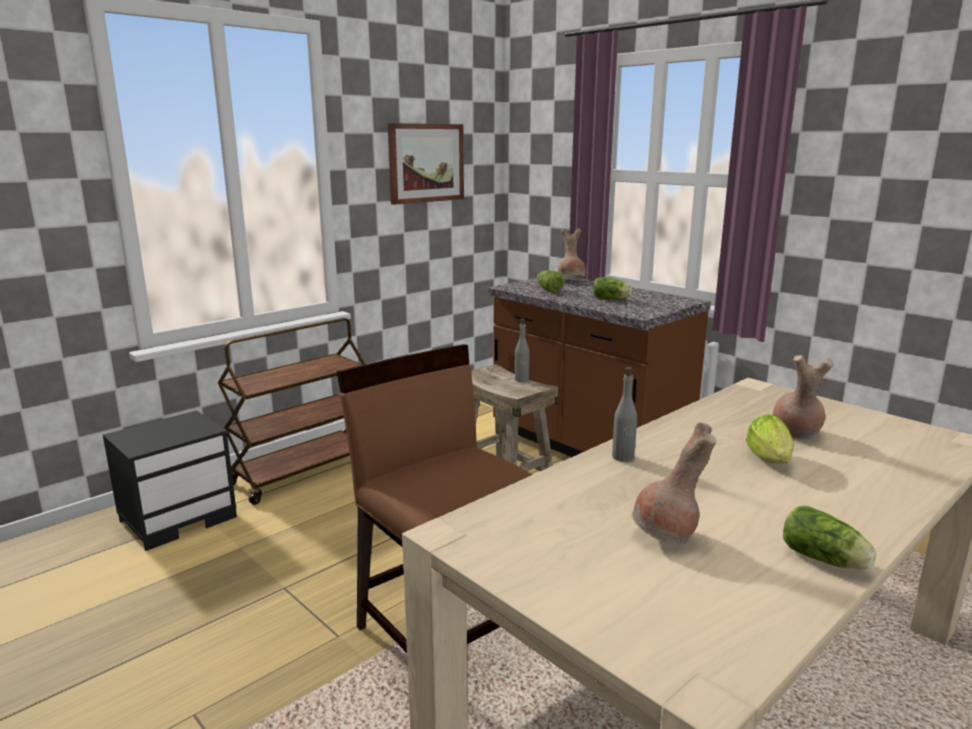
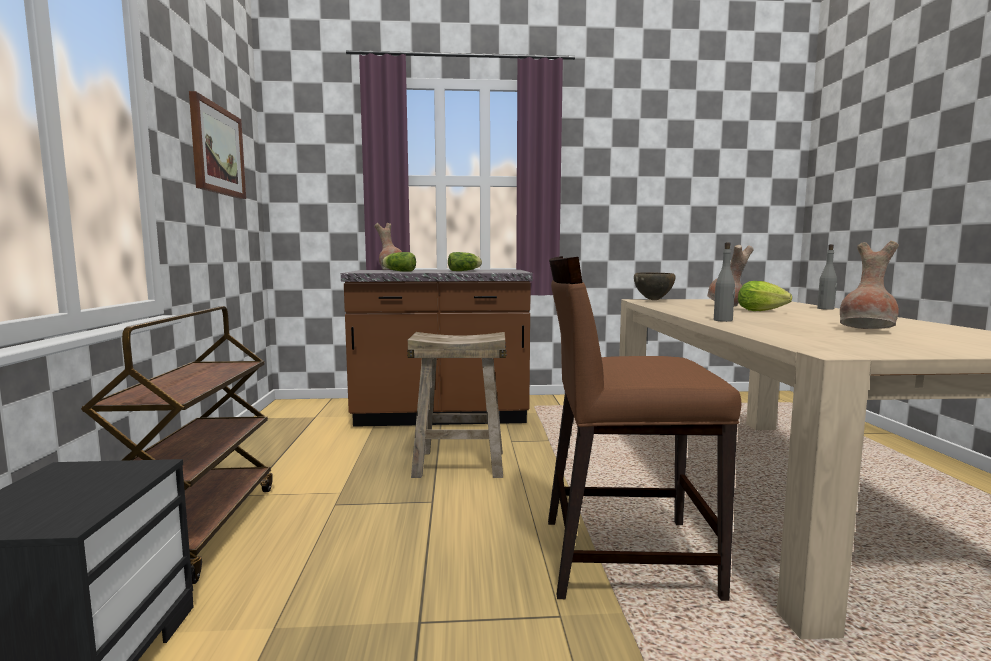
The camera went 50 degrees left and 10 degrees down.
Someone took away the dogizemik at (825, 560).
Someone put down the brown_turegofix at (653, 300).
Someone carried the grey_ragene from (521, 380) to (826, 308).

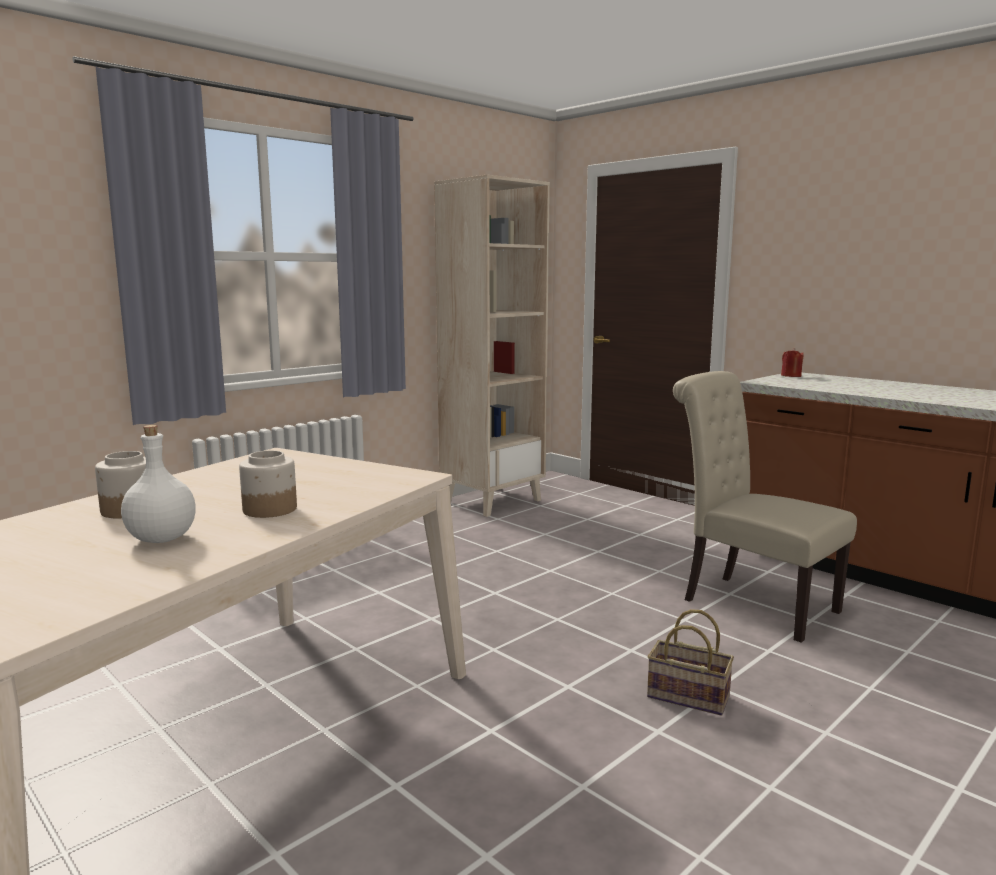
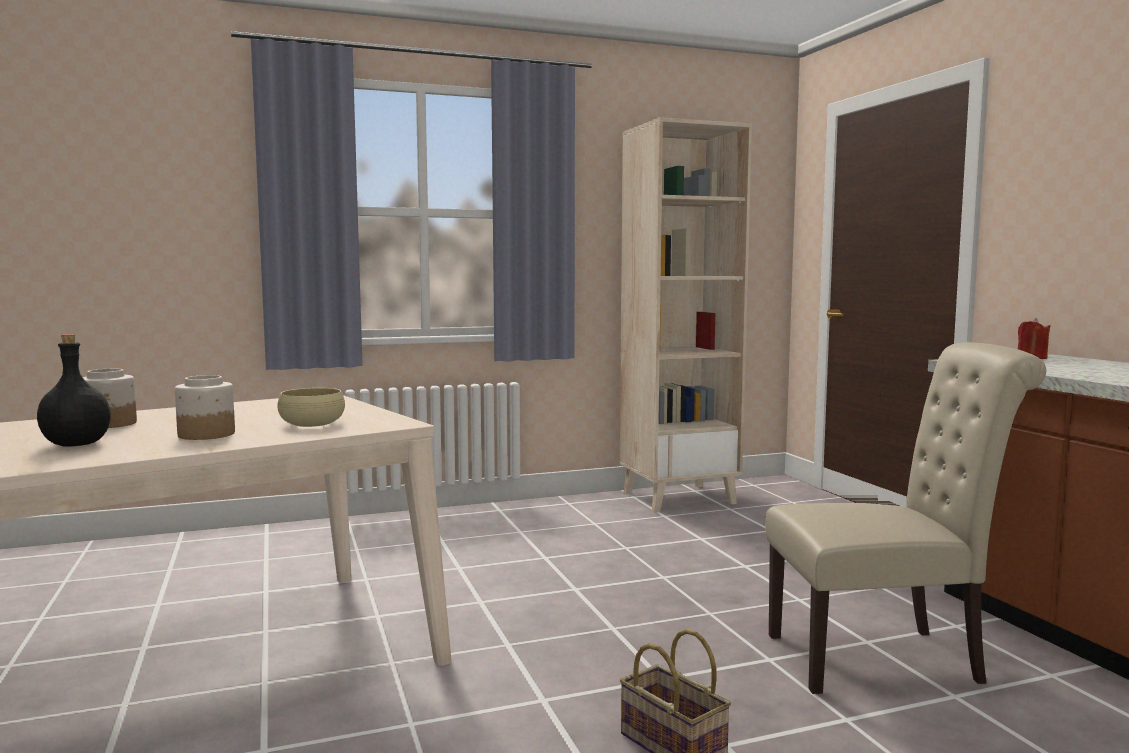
The camera went 25 degrees right and 5 degrees down.
Someone put down the beige_turegofix at (312, 423).
Someone repainted the white_ragene at (161, 538), which became the black_ragene at (76, 444).
Someone rotated the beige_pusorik at (751, 603) by 105 degrees clockwise.

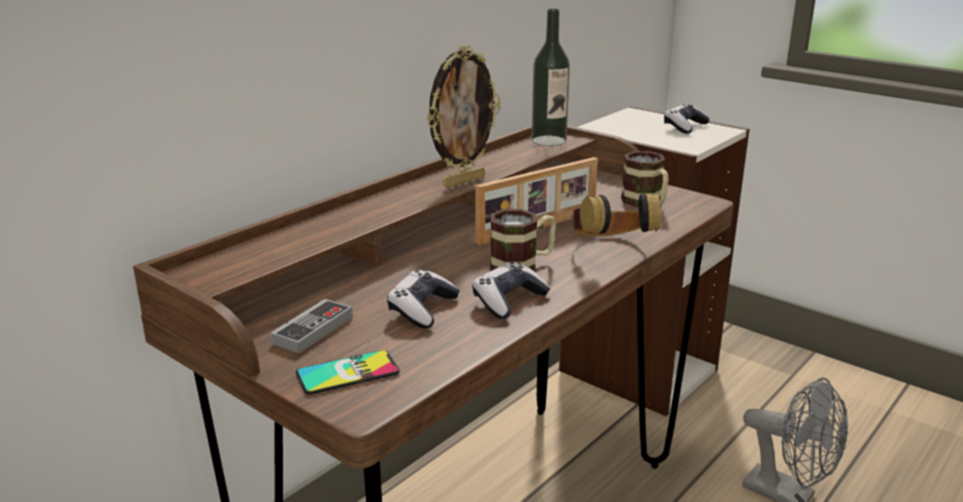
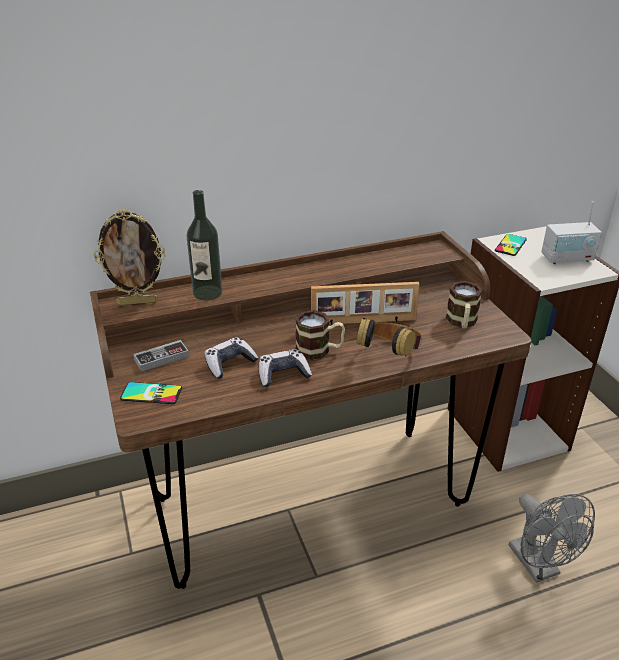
The camera went 30 degrees right and 10 degrees up.
Someone put down the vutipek at (510, 245).
Someone carried the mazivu from (463, 181) to (138, 302).
Someone carried the ragene from (549, 141) to (207, 293).
Someone swapped the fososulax at (684, 127) for the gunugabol at (567, 258).

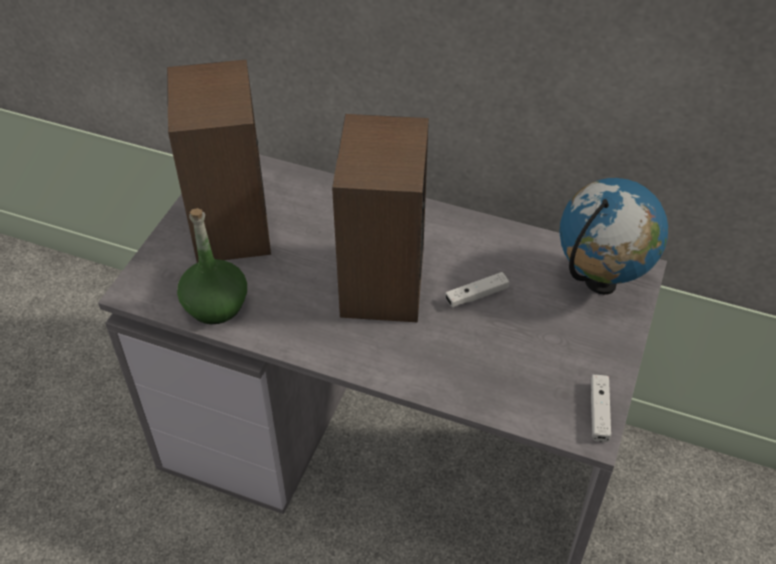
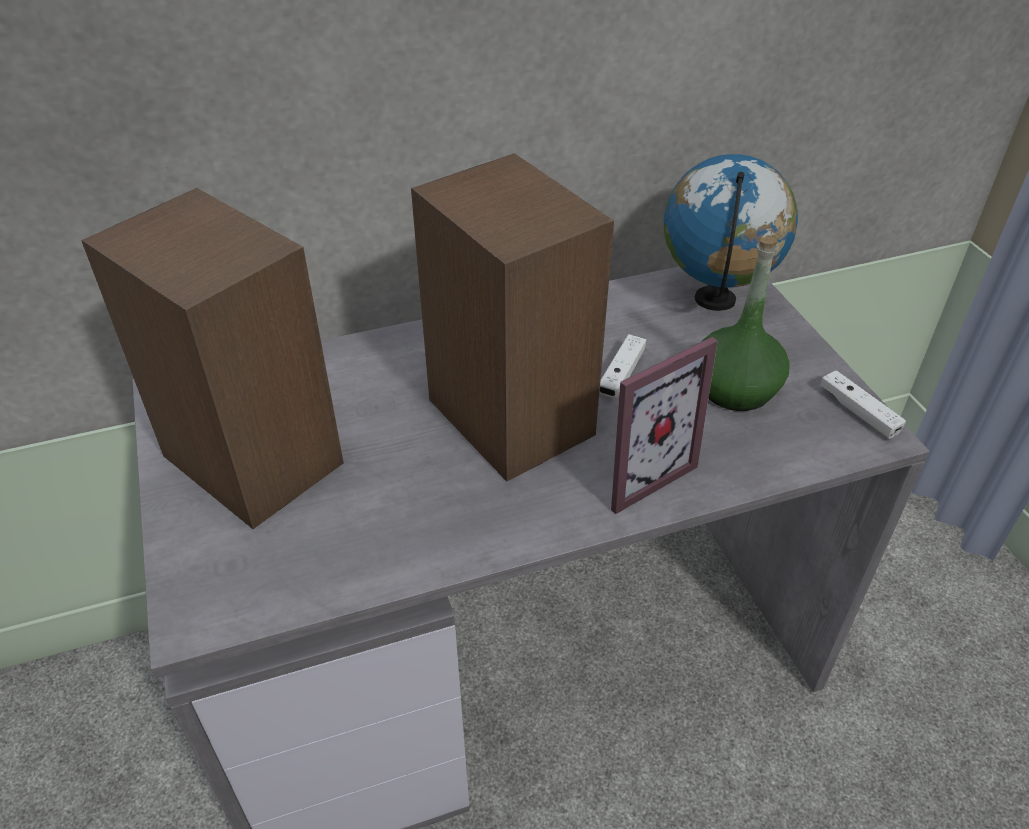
The camera went 40 degrees left and 5 degrees down.
Someone put down the mazivu at (636, 471).
Someone carried the green_ragene from (215, 305) to (735, 388).

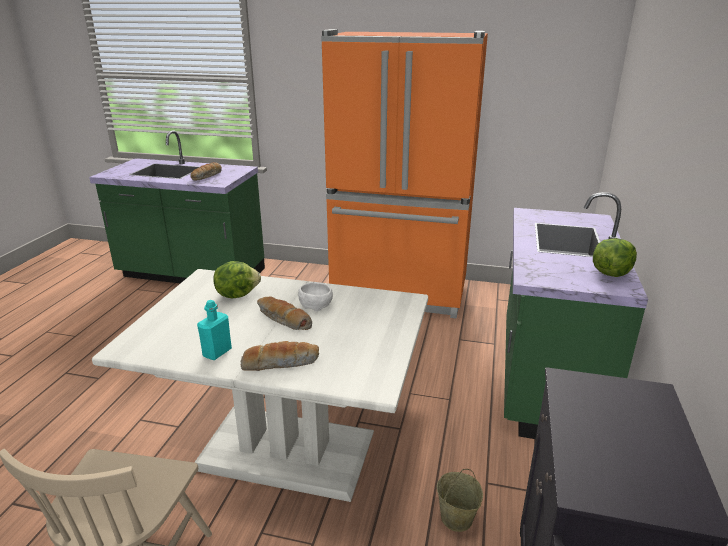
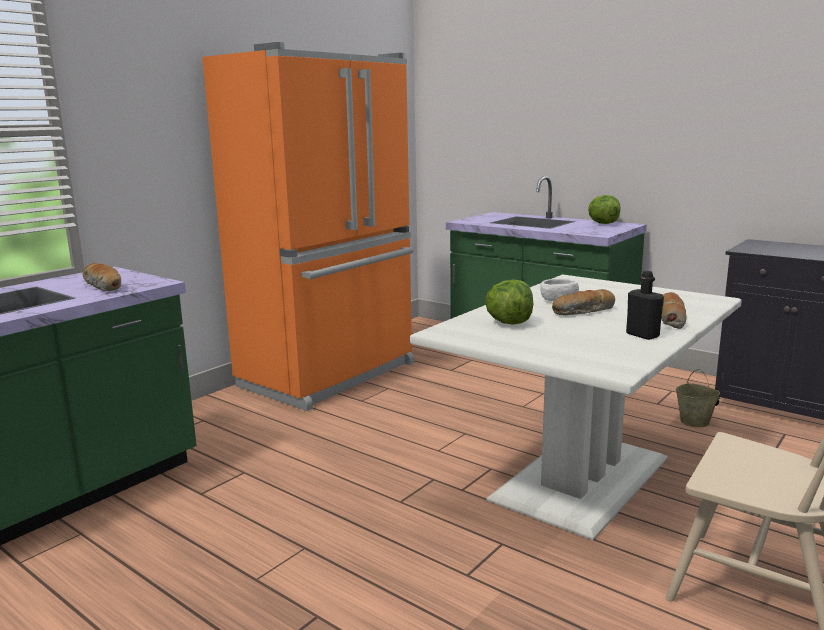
The camera went 65 degrees left and 10 degrees down.
Someone repainted the turquoise_ragene at (217, 352), which became the black_ragene at (642, 335).

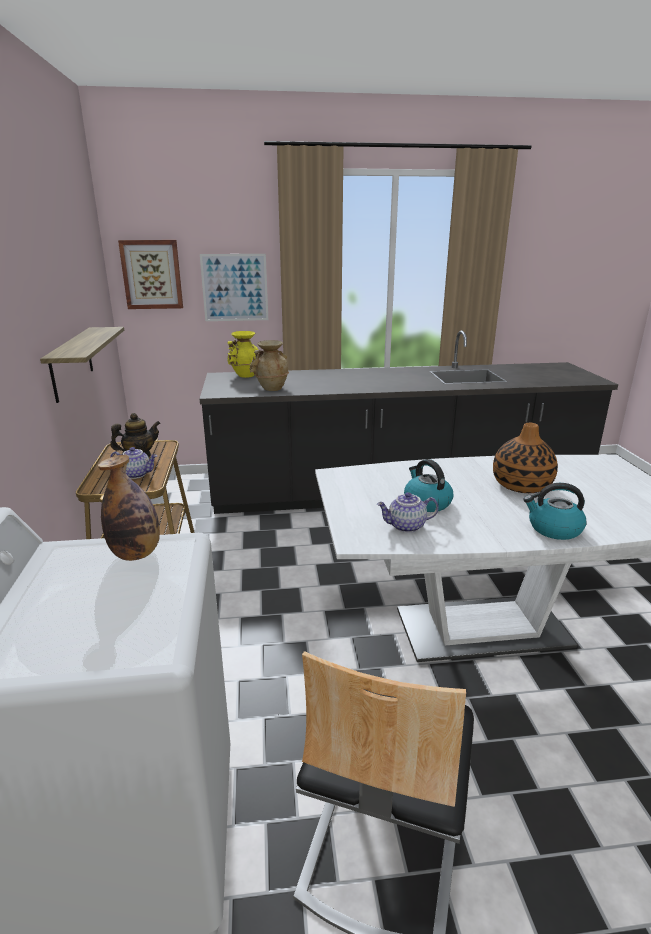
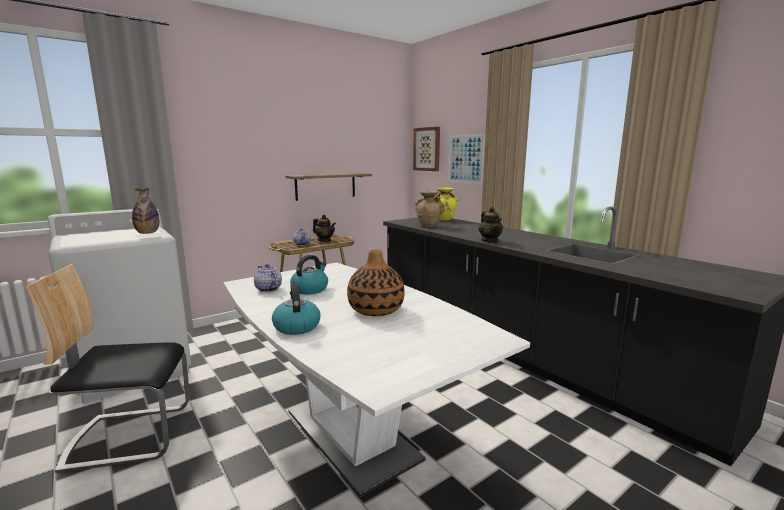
The camera went 60 degrees right and 10 degrees down.
Someone put down the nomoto at (490, 241).

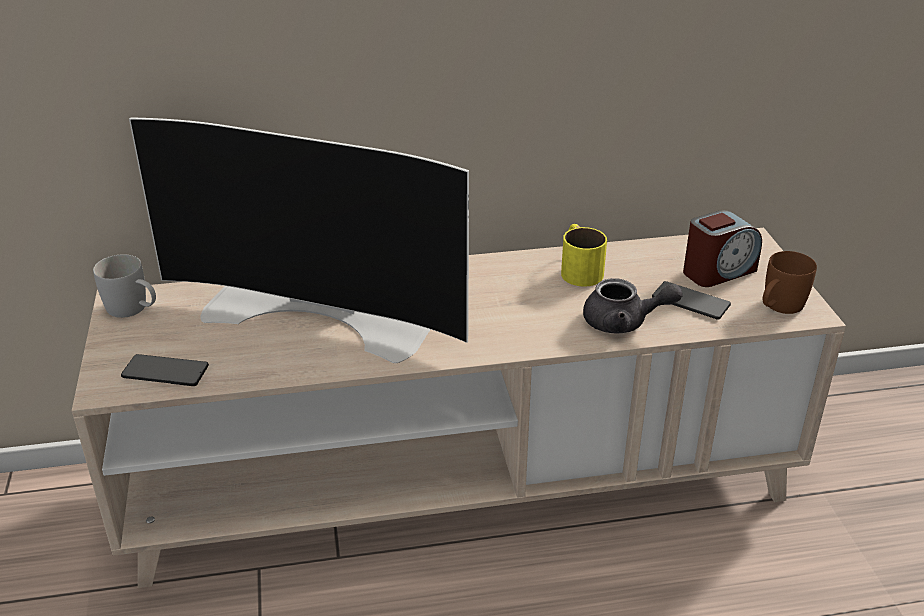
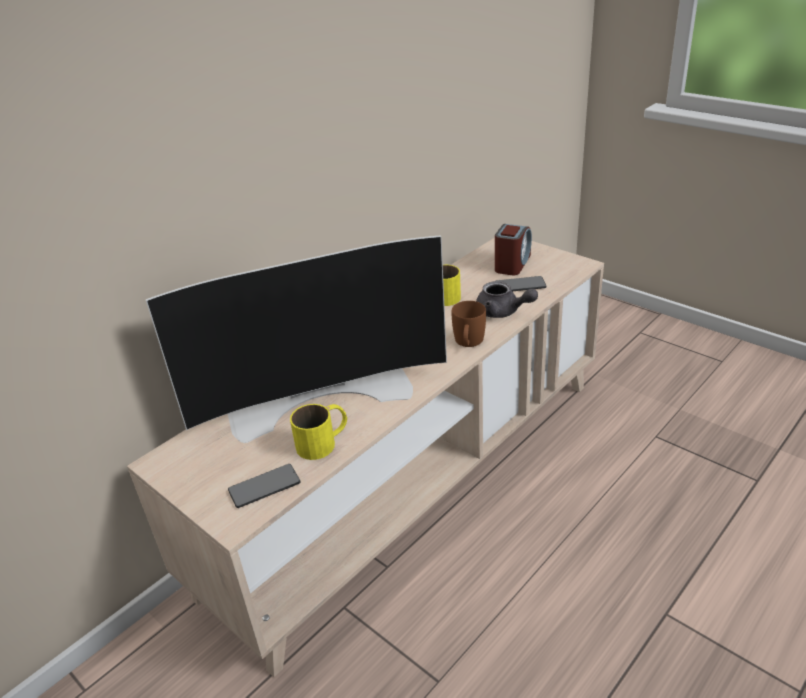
The camera went 35 degrees left and 0 degrees up.
Someone took away the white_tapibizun at (133, 309).
Someone put down the yellow_tapibizun at (324, 441).
Someone carried the brown_tapibizun from (779, 307) to (468, 343).
Someone rotated the grey_nomoto at (624, 322) by 60 degrees clockwise.

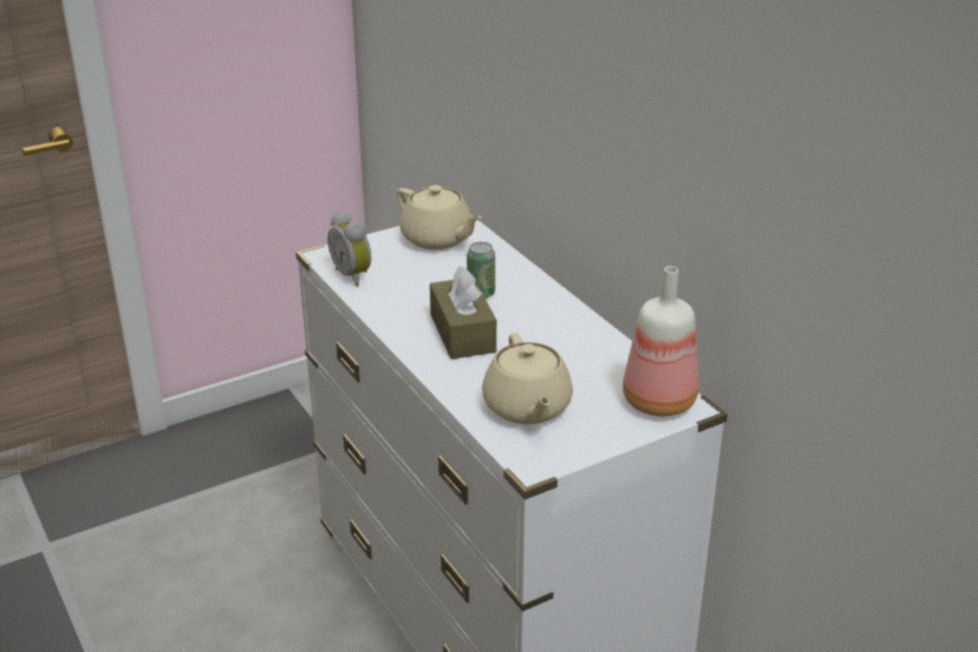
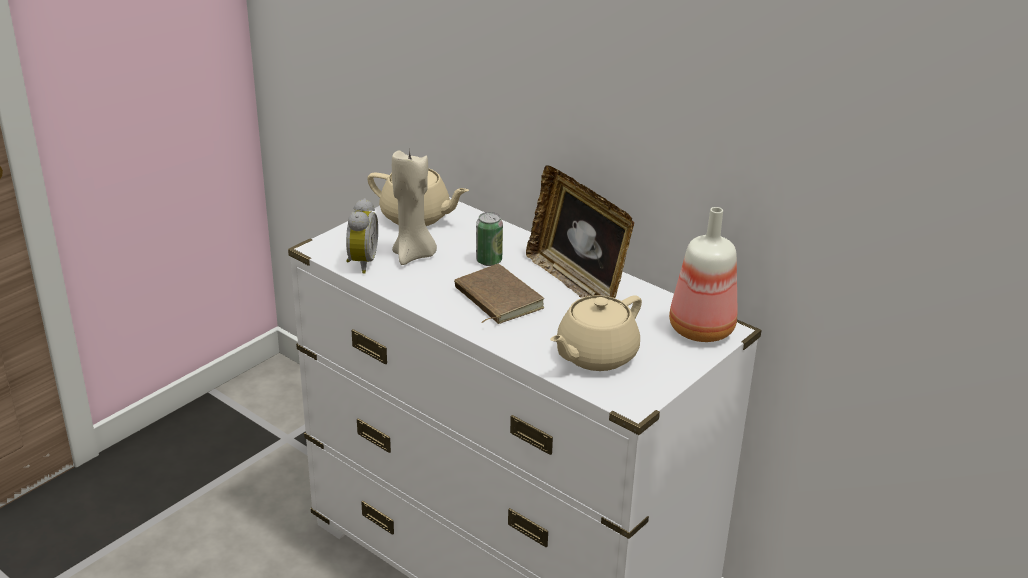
The camera went 20 degrees left and 0 degrees up.
Someone put down the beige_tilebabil at (413, 255).
Someone put down the mazivu at (577, 283).
Someone swapped the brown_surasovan at (462, 333) for the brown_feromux at (496, 299).
Someone rotated the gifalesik at (354, 275) by 120 degrees counterclockwise.
Someone rotated the beige_nomoto at (527, 408) by 75 degrees clockwise.

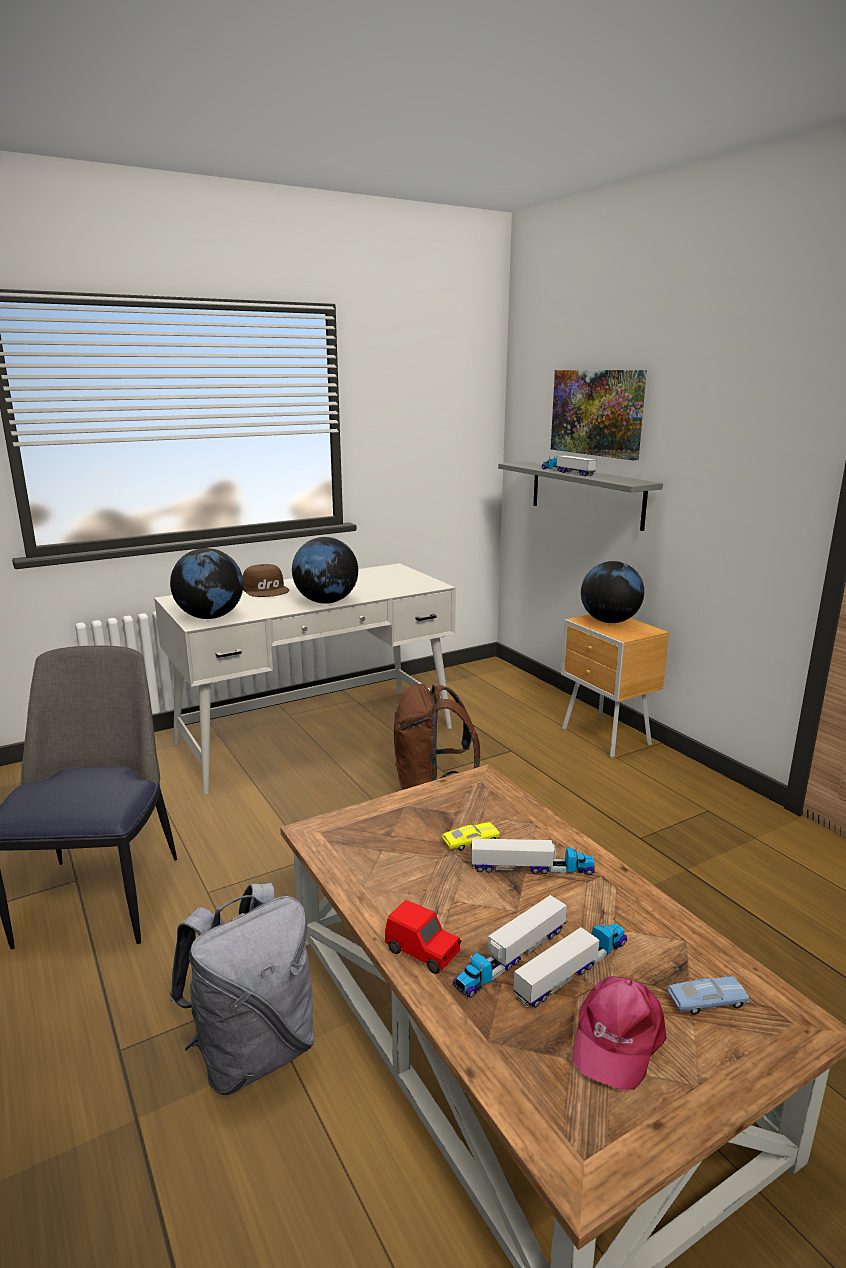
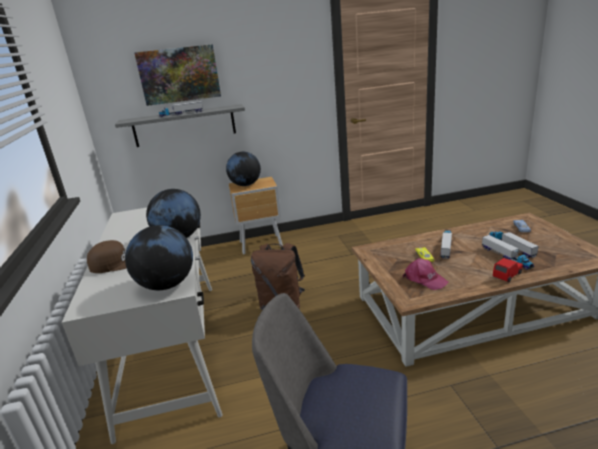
The camera went 70 degrees left and 5 degrees up.
Someone took away the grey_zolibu at (253, 1052).
Someone carried the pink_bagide from (616, 1038) to (424, 279).

